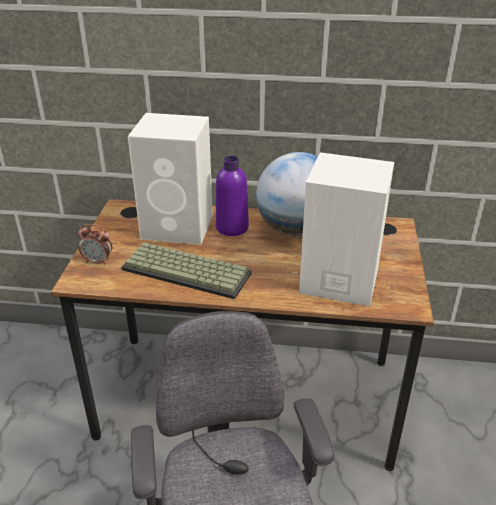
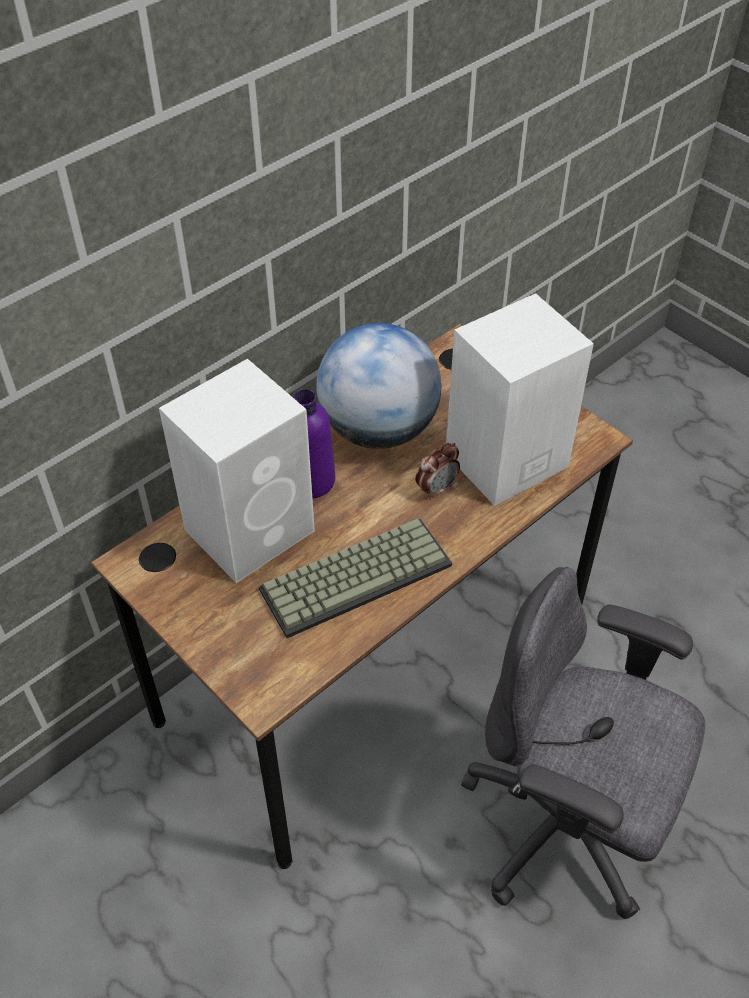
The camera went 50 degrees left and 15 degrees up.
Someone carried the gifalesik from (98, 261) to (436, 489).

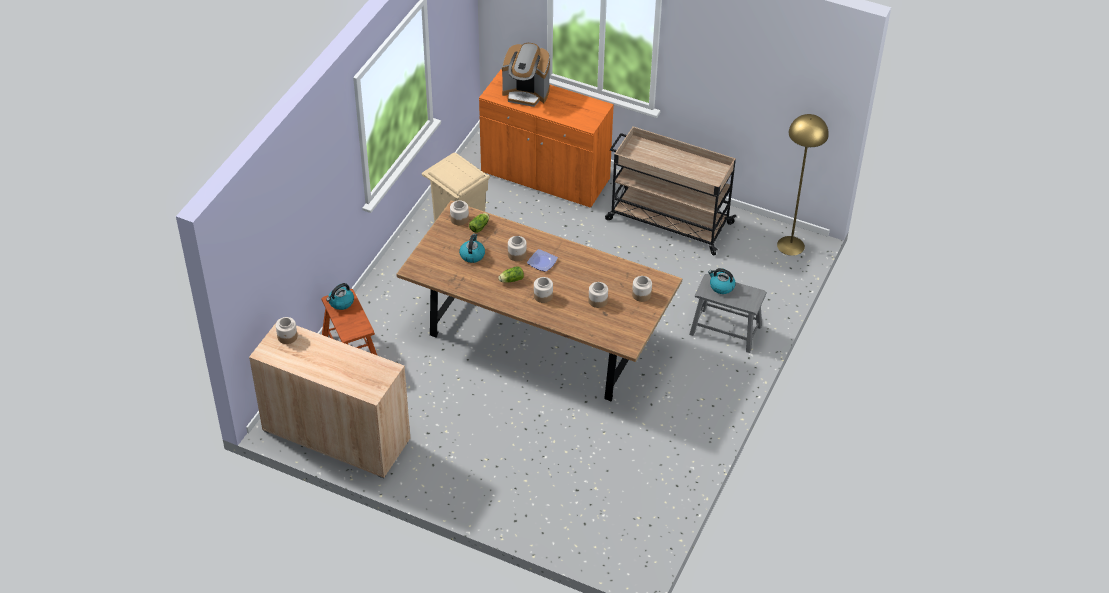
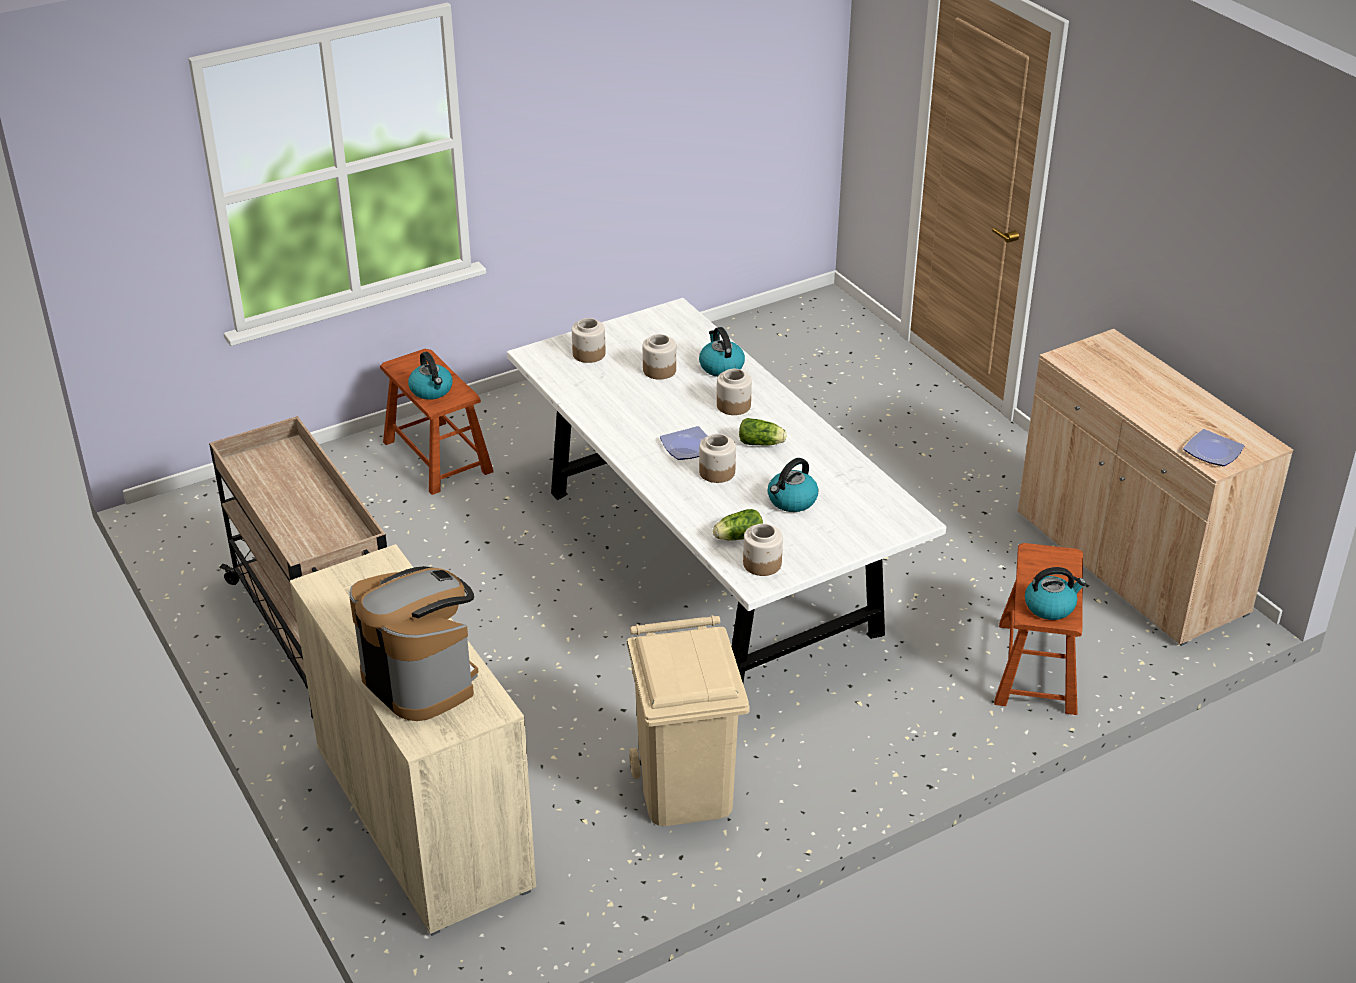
The camera went 145 degrees left and 10 degrees down.
Someone took away the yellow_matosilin at (791, 245).
Someone put down the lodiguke at (721, 367).
Someone swapped the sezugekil at (287, 337) for the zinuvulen at (1212, 451).
Someone repainted the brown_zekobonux at (539, 335), which became the white_zekobonux at (709, 561).
Someone repainted the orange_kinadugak at (545, 176), which became the beige_kinadugak at (423, 818).
Someone repainted the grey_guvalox at (725, 330), which became the brown_guvalox at (437, 457).

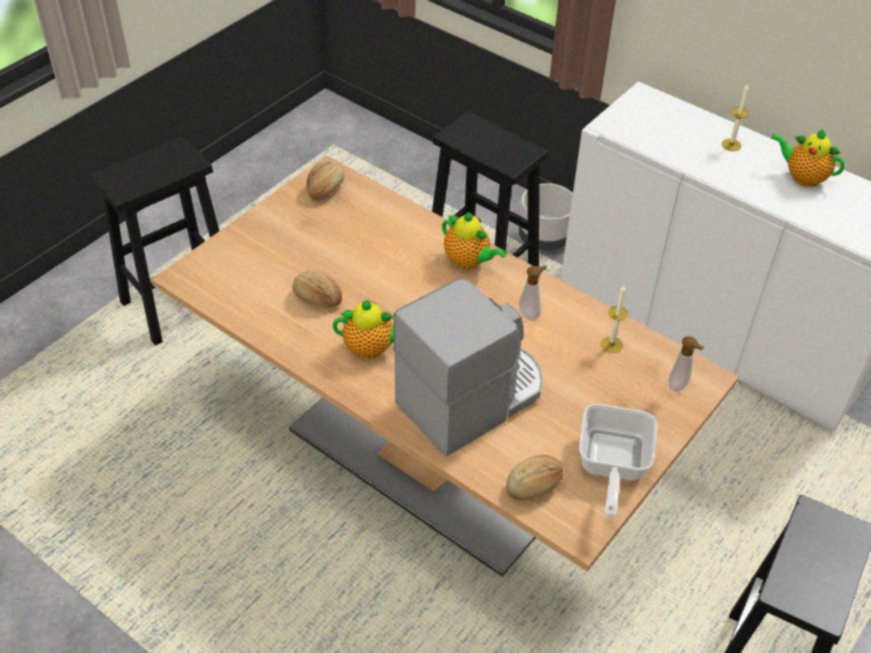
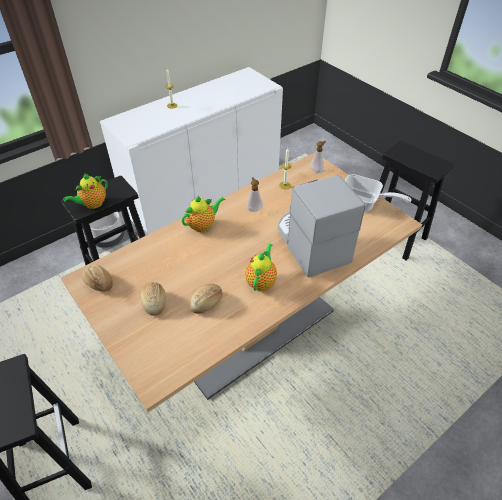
The camera went 75 degrees left and 0 degrees up.
Someone carried the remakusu from (535, 485) to (154, 302).
Someone carried the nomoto from (802, 177) to (92, 204).

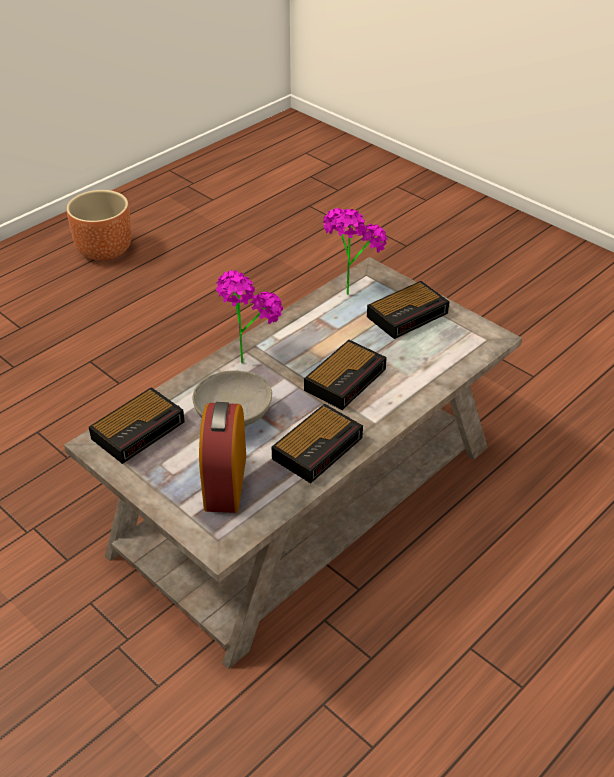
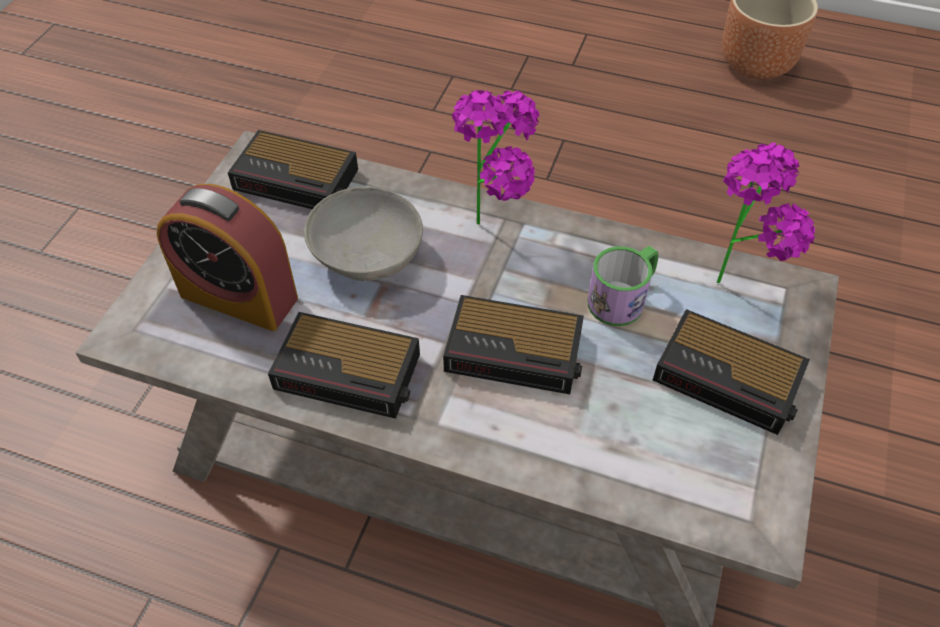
The camera went 65 degrees right and 10 degrees up.
Someone put down the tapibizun at (623, 298).
Someone rotated the gifalesik at (225, 482) by 135 degrees counterclockwise.

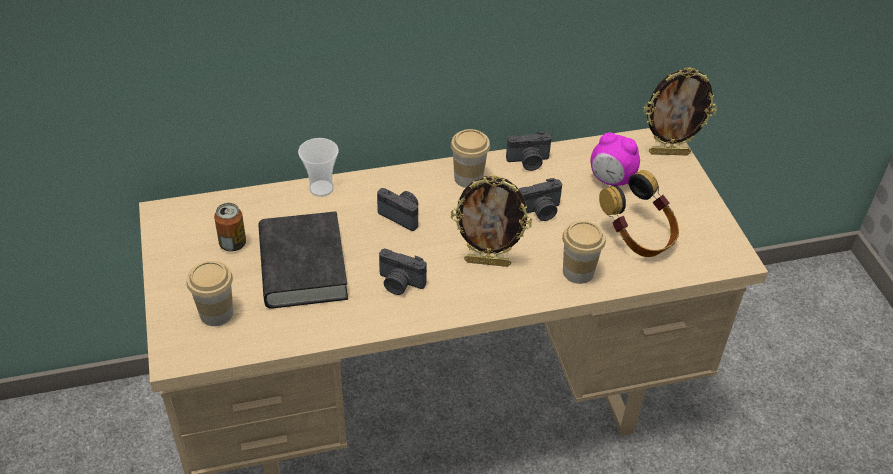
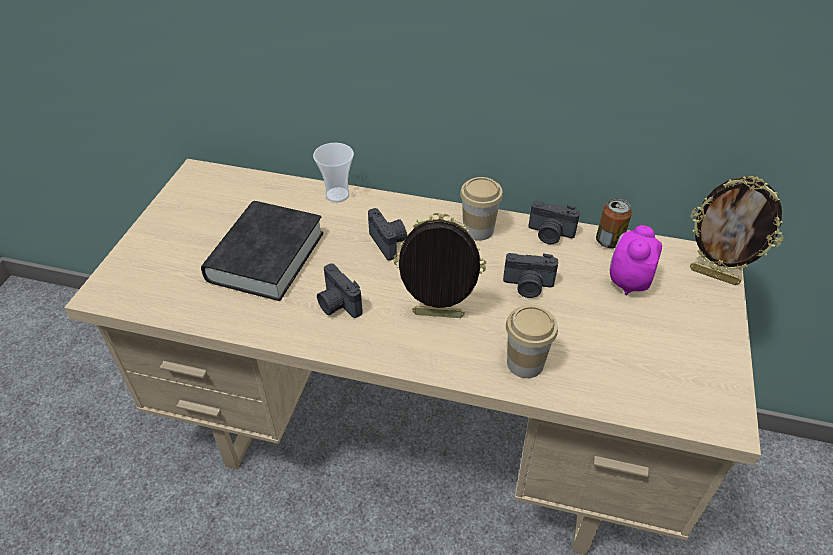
The camera went 30 degrees right and 0 degrees up.
Someone took away the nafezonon at (216, 313).
Someone took away the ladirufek at (638, 236).
Someone carried the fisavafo from (233, 244) to (609, 241).
Someone rotated the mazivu at (487, 262) by 150 degrees clockwise.
Someone rotated the gifalesik at (611, 180) by 60 degrees clockwise.

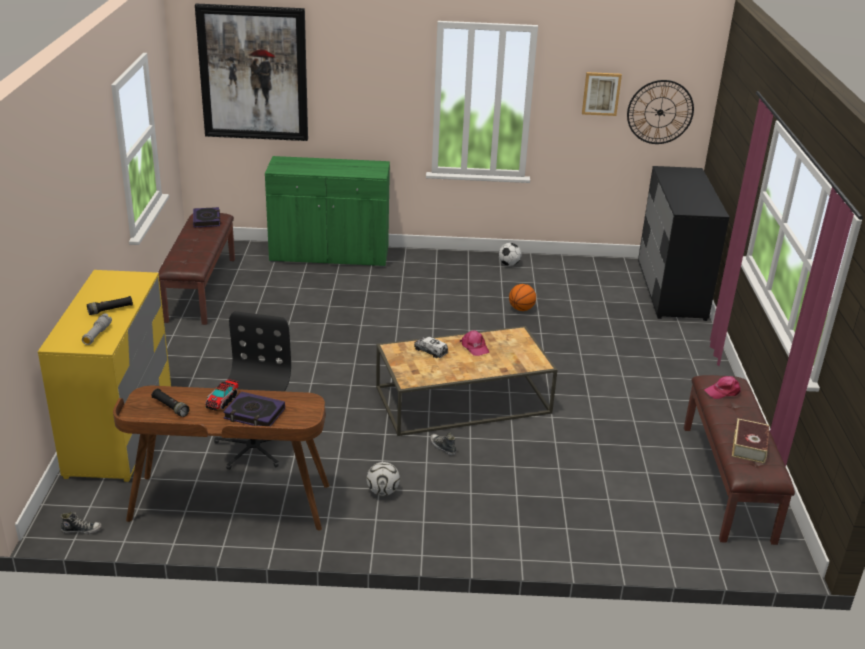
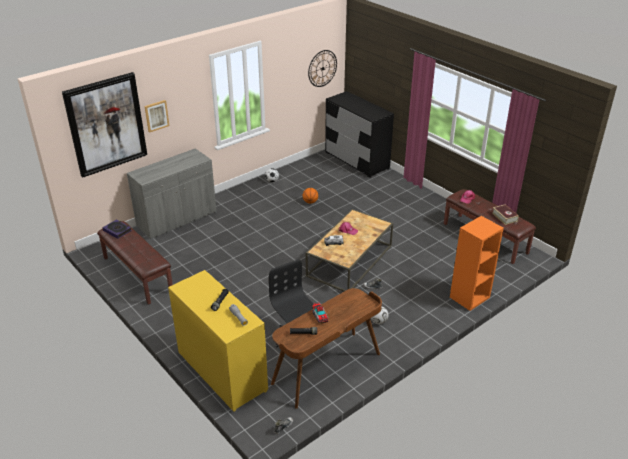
The camera went 40 degrees left and 5 degrees up.
Someone took away the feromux at (254, 414).
Someone put down the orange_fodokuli at (469, 298).
Someone carried the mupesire from (601, 93) to (156, 115).
Someone repainted the green_kinadugak at (329, 255), which became the grey_kinadugak at (177, 219).

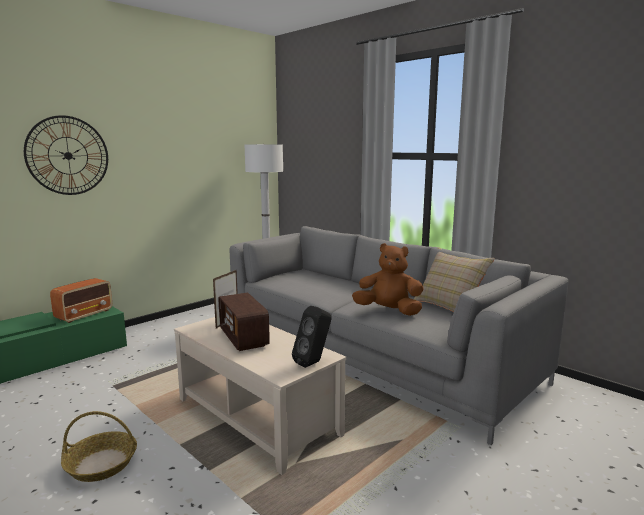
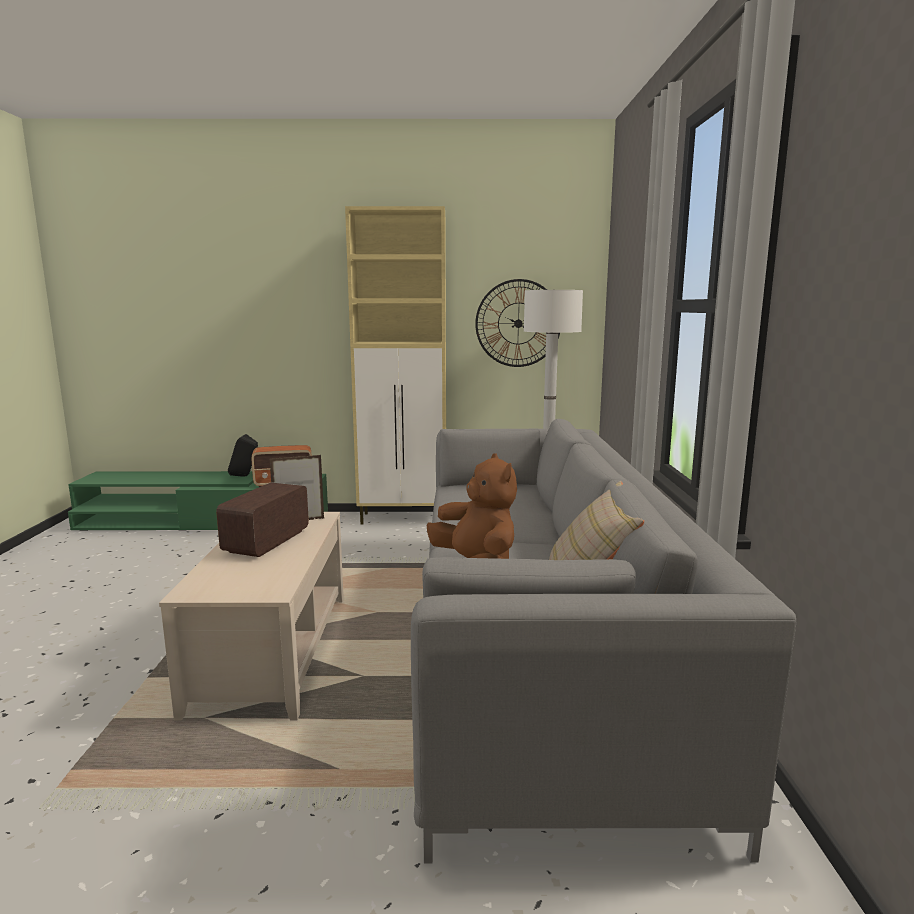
The camera went 45 degrees right and 0 degrees up.
Someone took away the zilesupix at (101, 464).
Someone put down the beige_kinadugak at (404, 519).
Someone carried the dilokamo from (68, 155) to (518, 323).
Someone carried the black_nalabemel from (314, 363) to (245, 476).

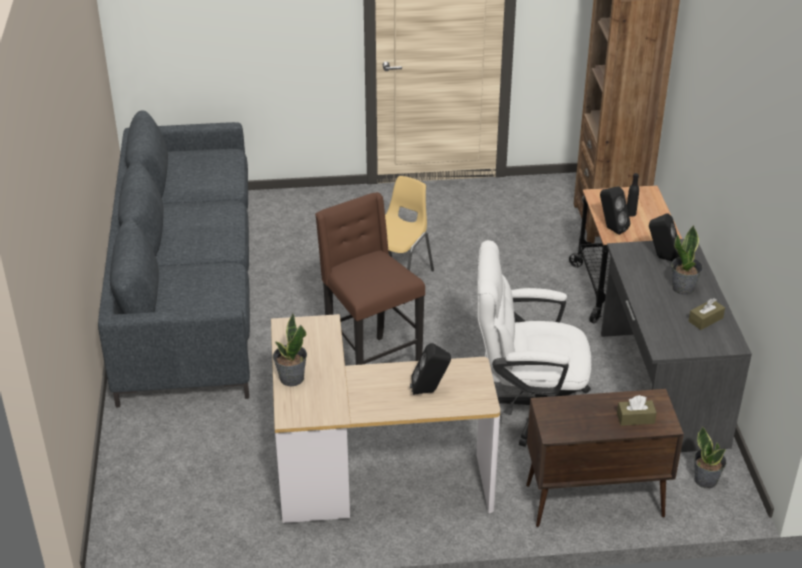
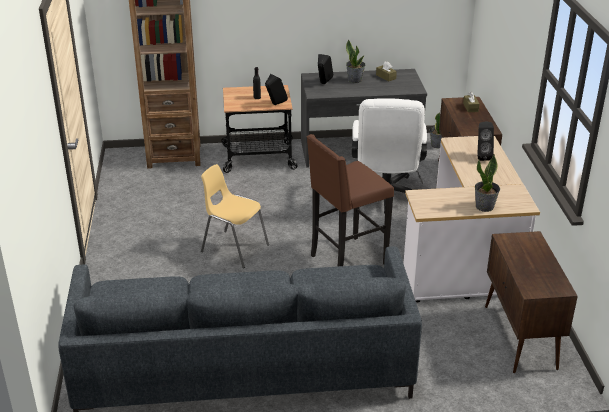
The camera went 90 degrees left and 5 degrees down.
Someone put down the brown_kinadugak at (520, 338).

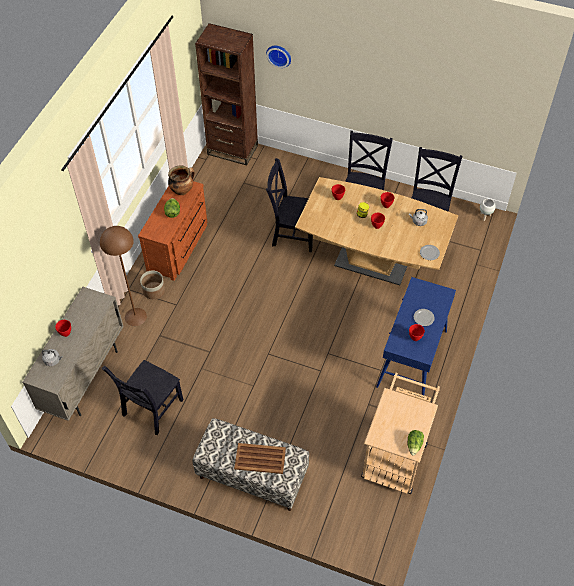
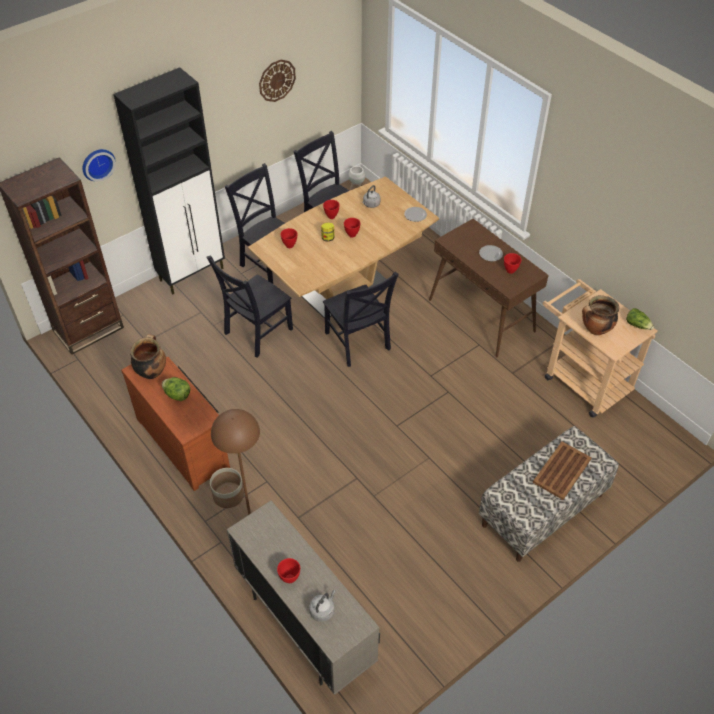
The camera went 60 degrees left and 5 degrees down.
Someone put down the black_kinadugak at (192, 274).
Someone put up the dilokamo at (277, 80).
Someone put down the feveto at (595, 330).
Someone carried the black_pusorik from (151, 409) to (358, 343).
Someone repainted the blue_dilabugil at (412, 359), which became the brown_dilabugil at (482, 316).

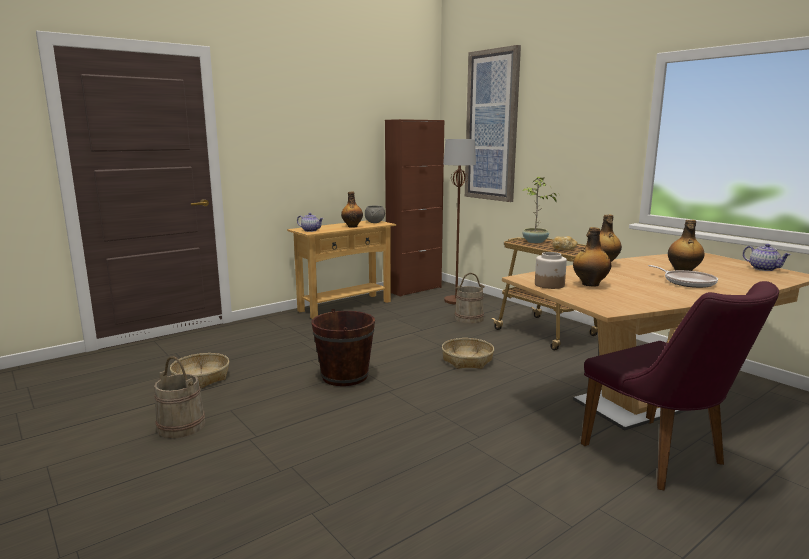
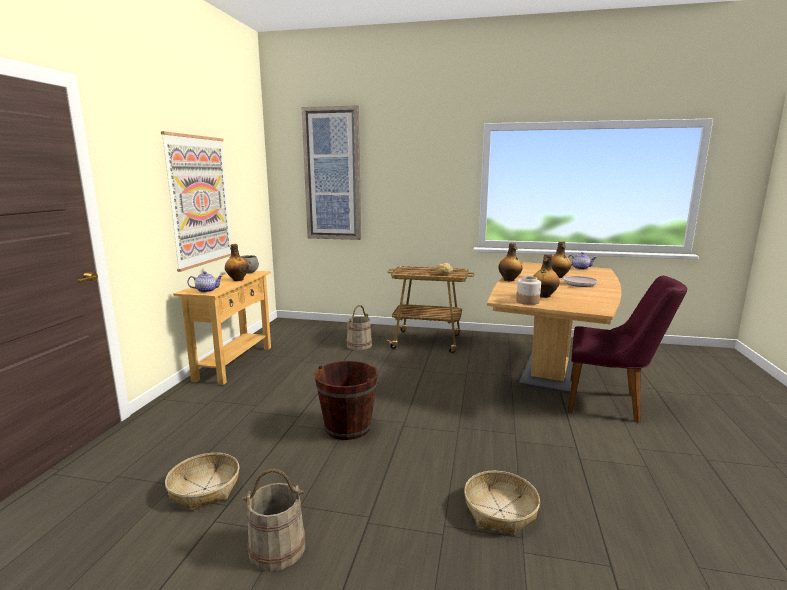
The camera went 40 degrees left and 0 degrees up.
Someone took away the brown_kinadugak at (414, 289).
Someone took away the brown_matosilin at (455, 301).
Someone took away the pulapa at (535, 242).
Someone put up the mupesire at (200, 201).
Someone carried the zilesupix from (467, 360) to (500, 511).

